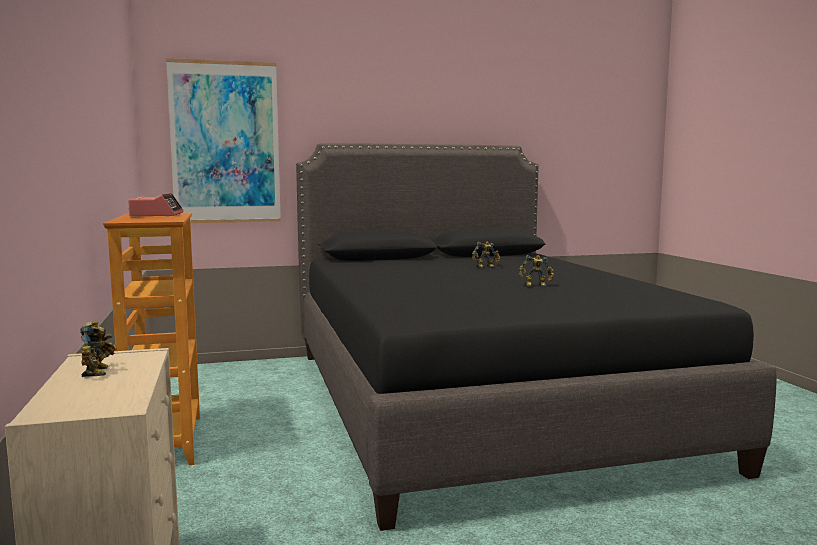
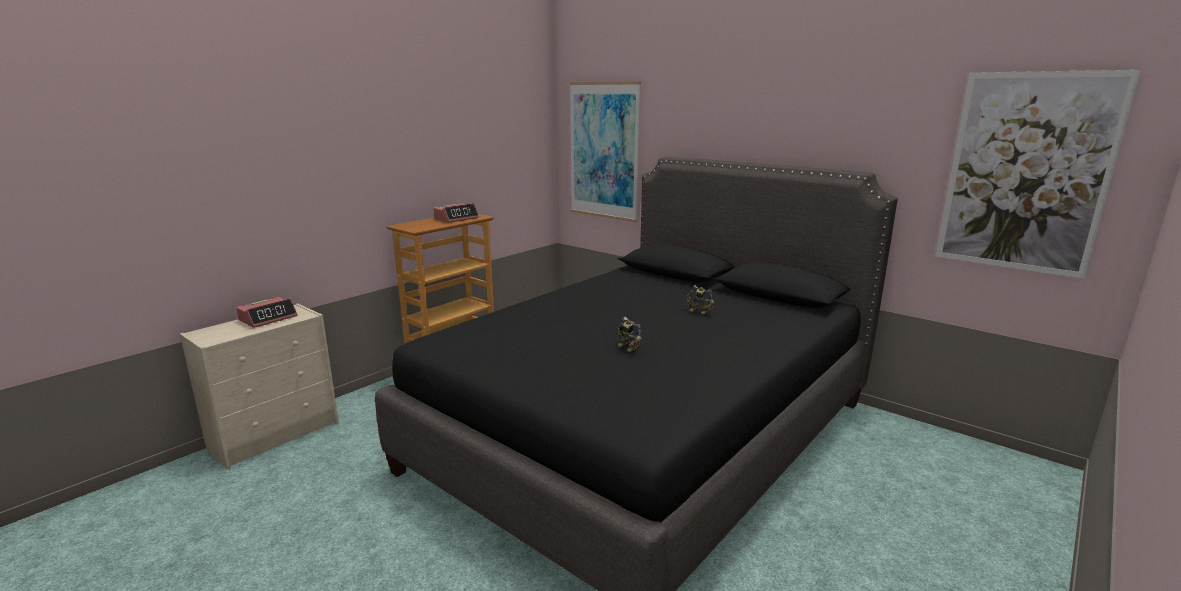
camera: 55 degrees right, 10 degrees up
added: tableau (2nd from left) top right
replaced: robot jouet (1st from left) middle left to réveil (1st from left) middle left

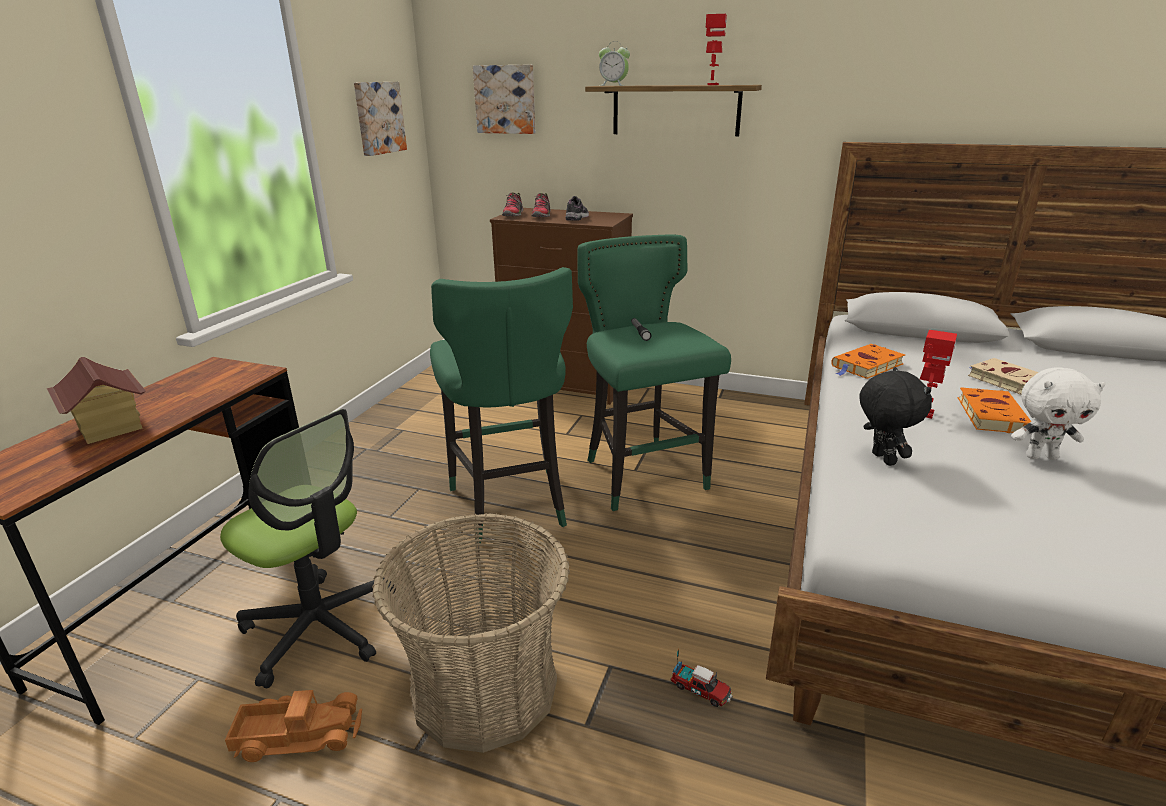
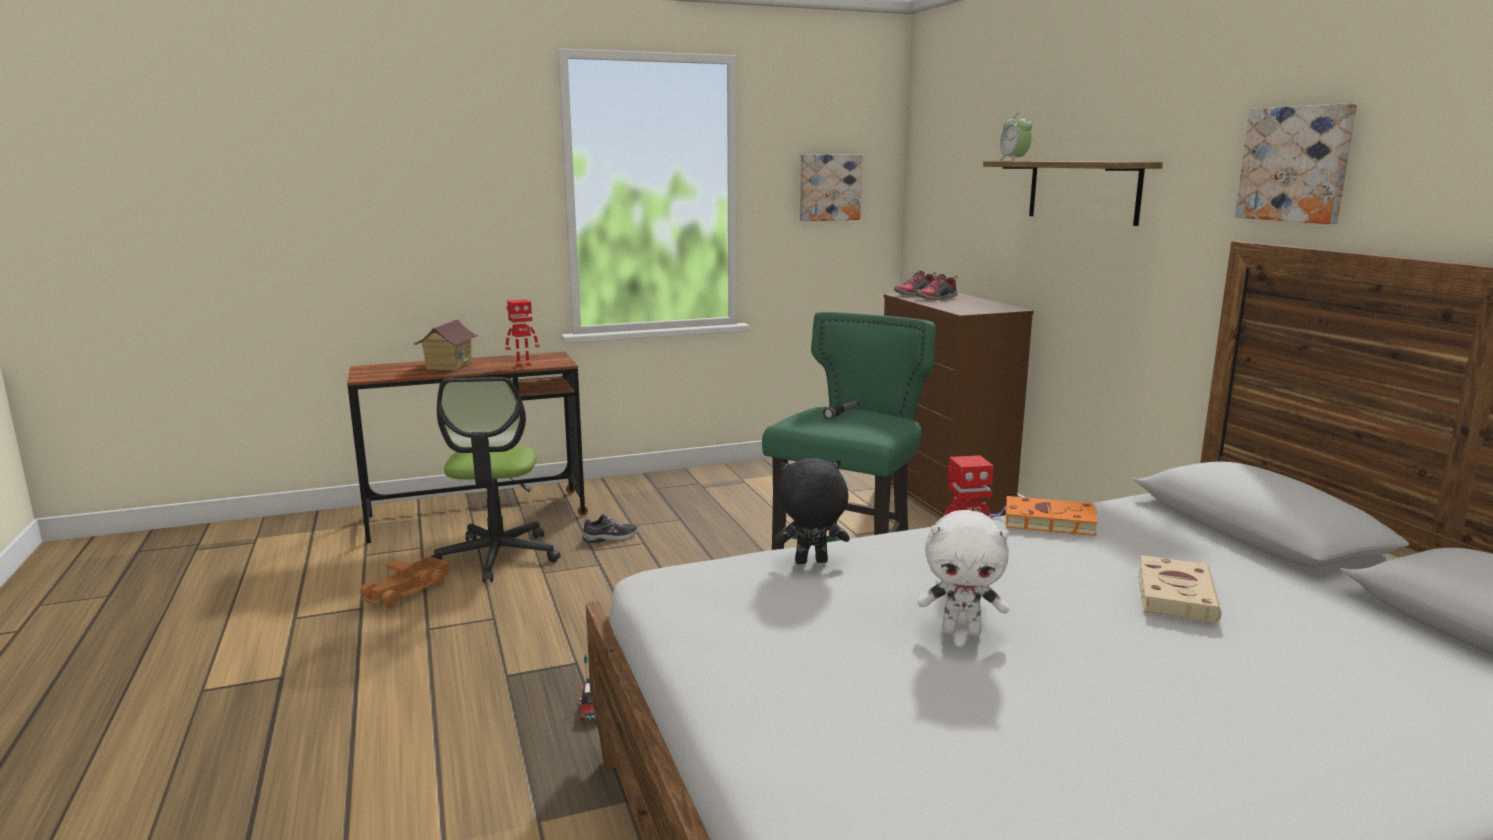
camera: 50 degrees right, 10 degrees down
removed: panier bottom centre; tabouret [vert] (1st from left) centre; livre [orange] (2nd from left) middle right
moved: robot jouet (1st from left) top centre to centre; chaussure (3rd from left in the first image) top centre to chaussure (1st from left) centre; tableau (2nd from left) top centre to top right
turned: camion jouet (1st from left) bottom left = bottom left 75 degrees clockwise; peluche [noir] middle right = centre 135 degrees counterclockwise; peluche [blanc] middle right = bottom centre 45 degrees counterclockwise

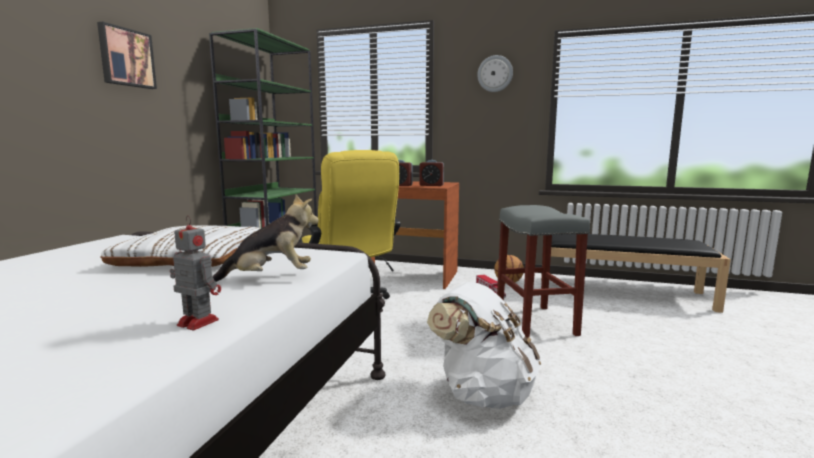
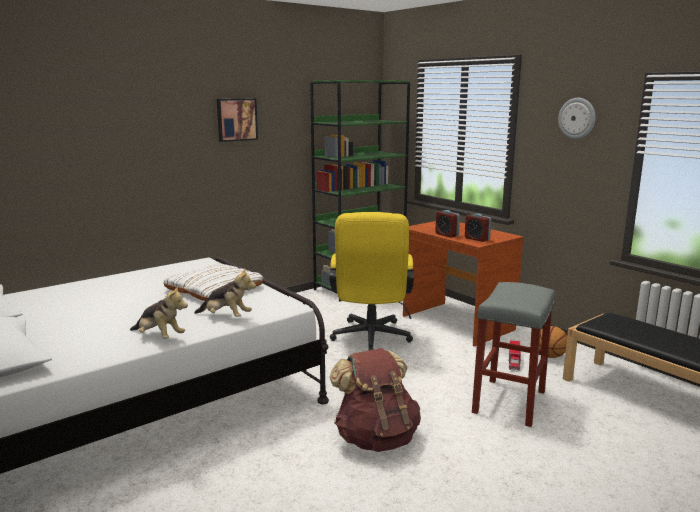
camera: 35 degrees right, 5 degrees up
replaced: robot jouet middle left to peluche (1st from left) middle left
recoloured: sac à dos [blanc] bottom centre to sac à dos [marron] bottom centre

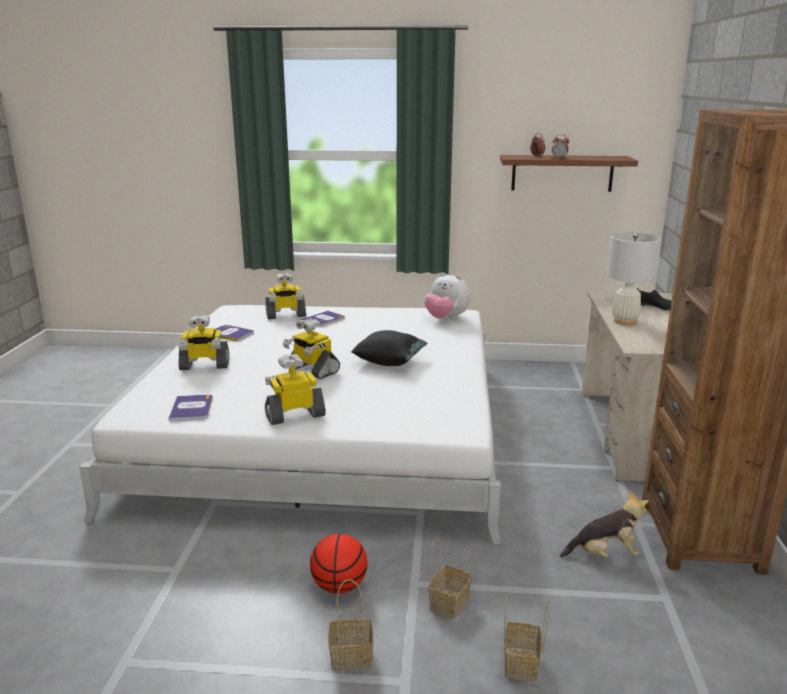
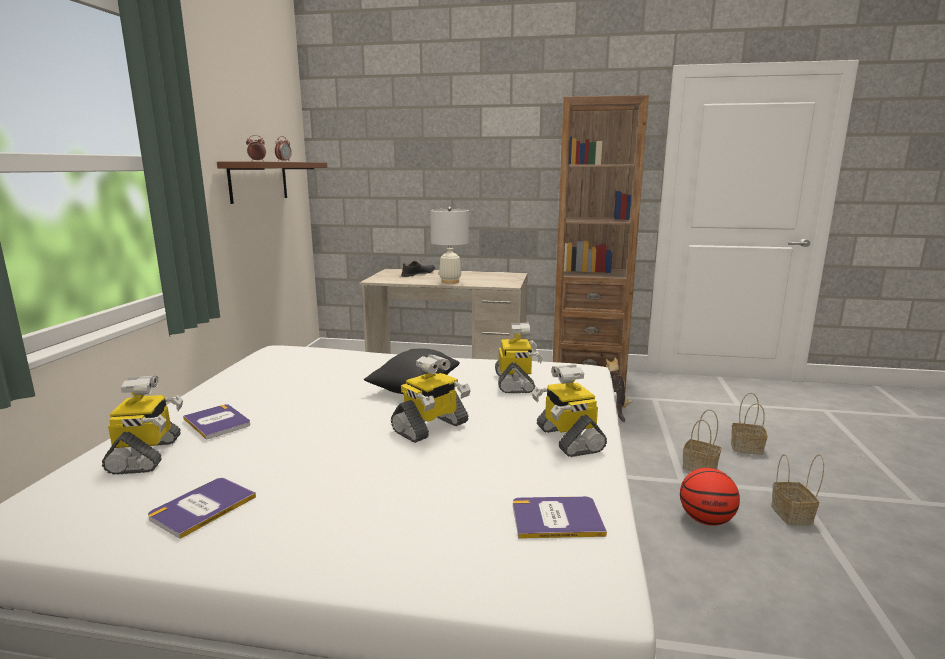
camera: 85 degrees left, 5 degrees down
removed: peluche (1st from left) centre
moved: robot jouet (1st from left in the first image) middle left to robot jouet (3rd from left) centre

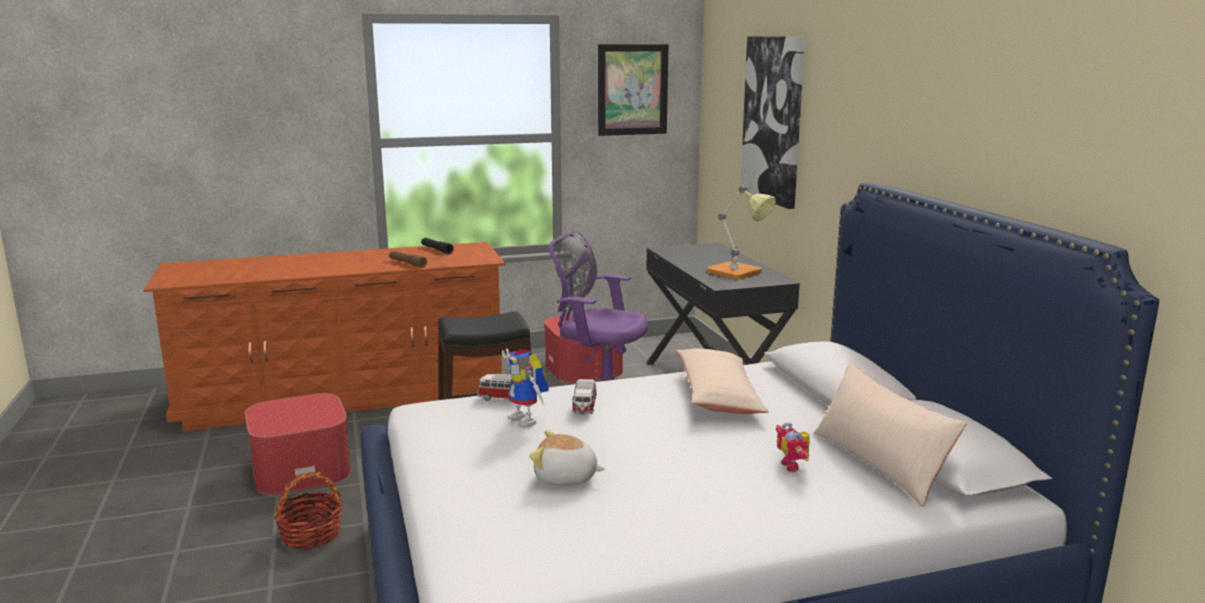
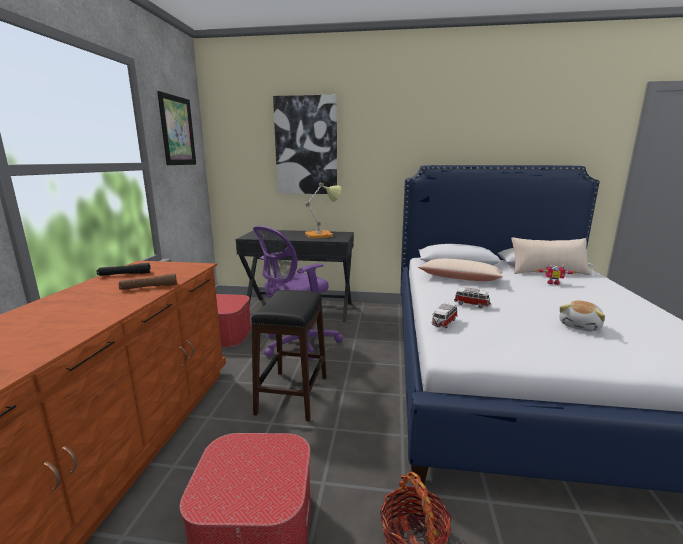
camera: 65 degrees left, 0 degrees up
removed: robot jouet (1st from left) centre

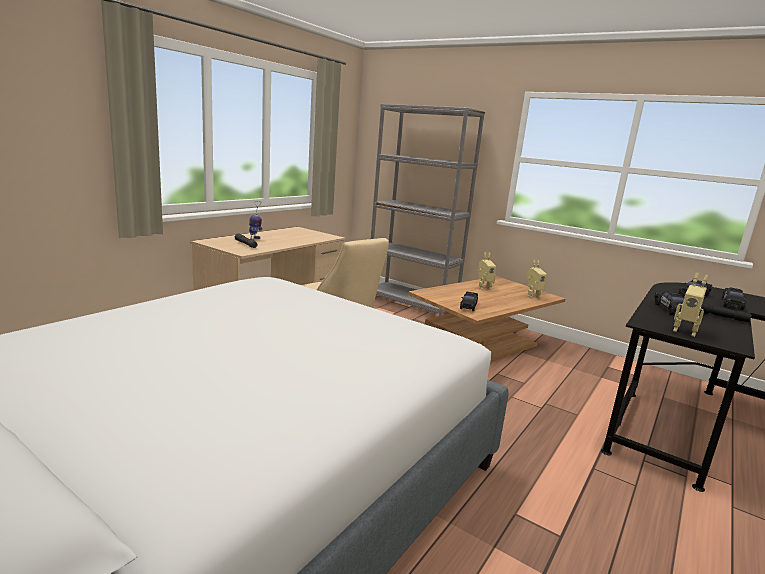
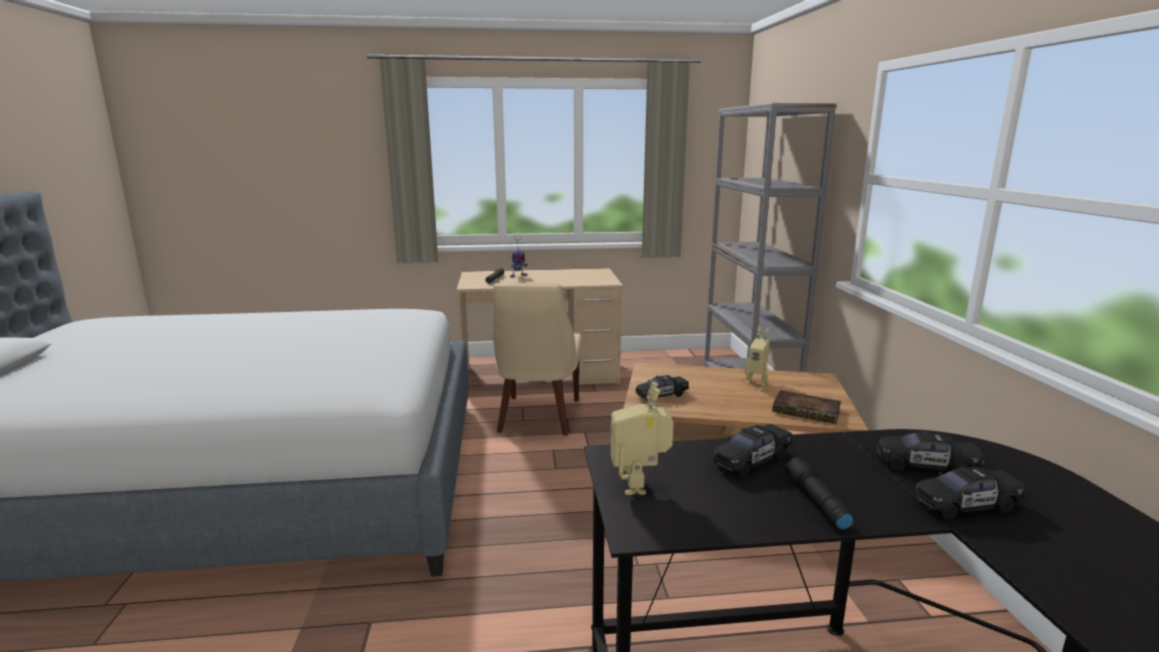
camera: 50 degrees right, 0 degrees up
replaced: robot jouet (3rd from left) middle right to livre middle right

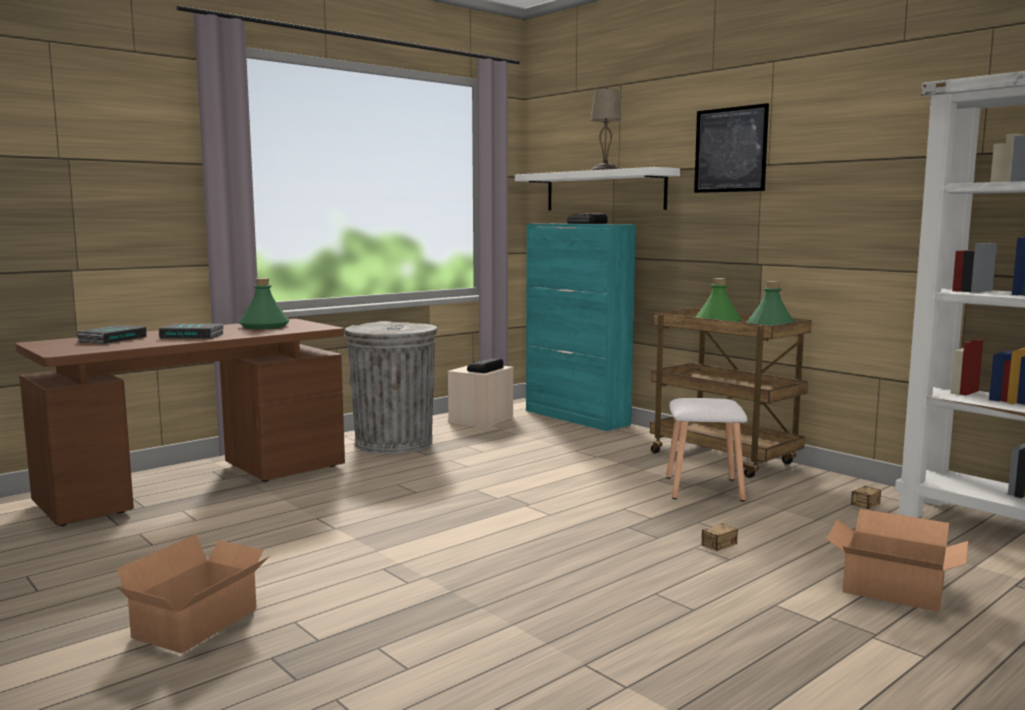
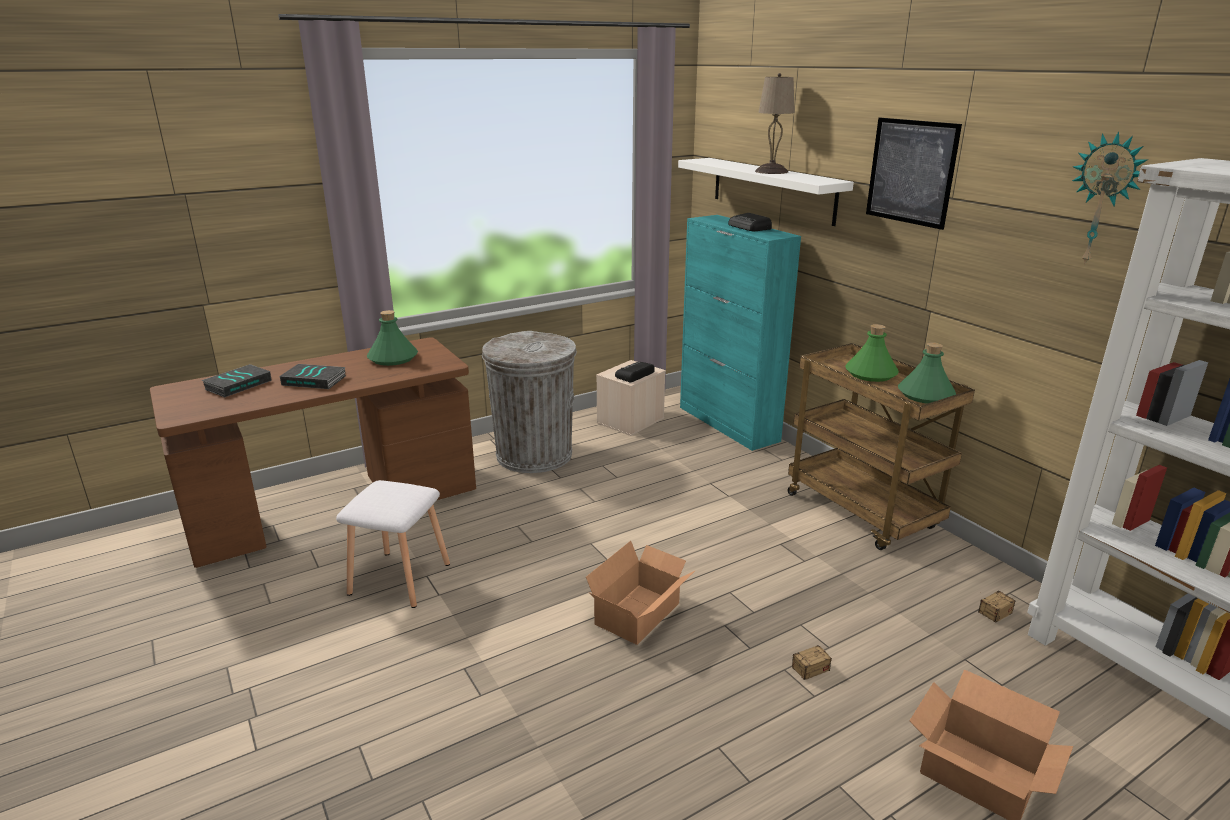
camera: 10 degrees right, 15 degrees up
added: horloge murale top right
moved: tabouret [blanc] middle right to middle left; carton (1st from left) bottom left to bottom centre

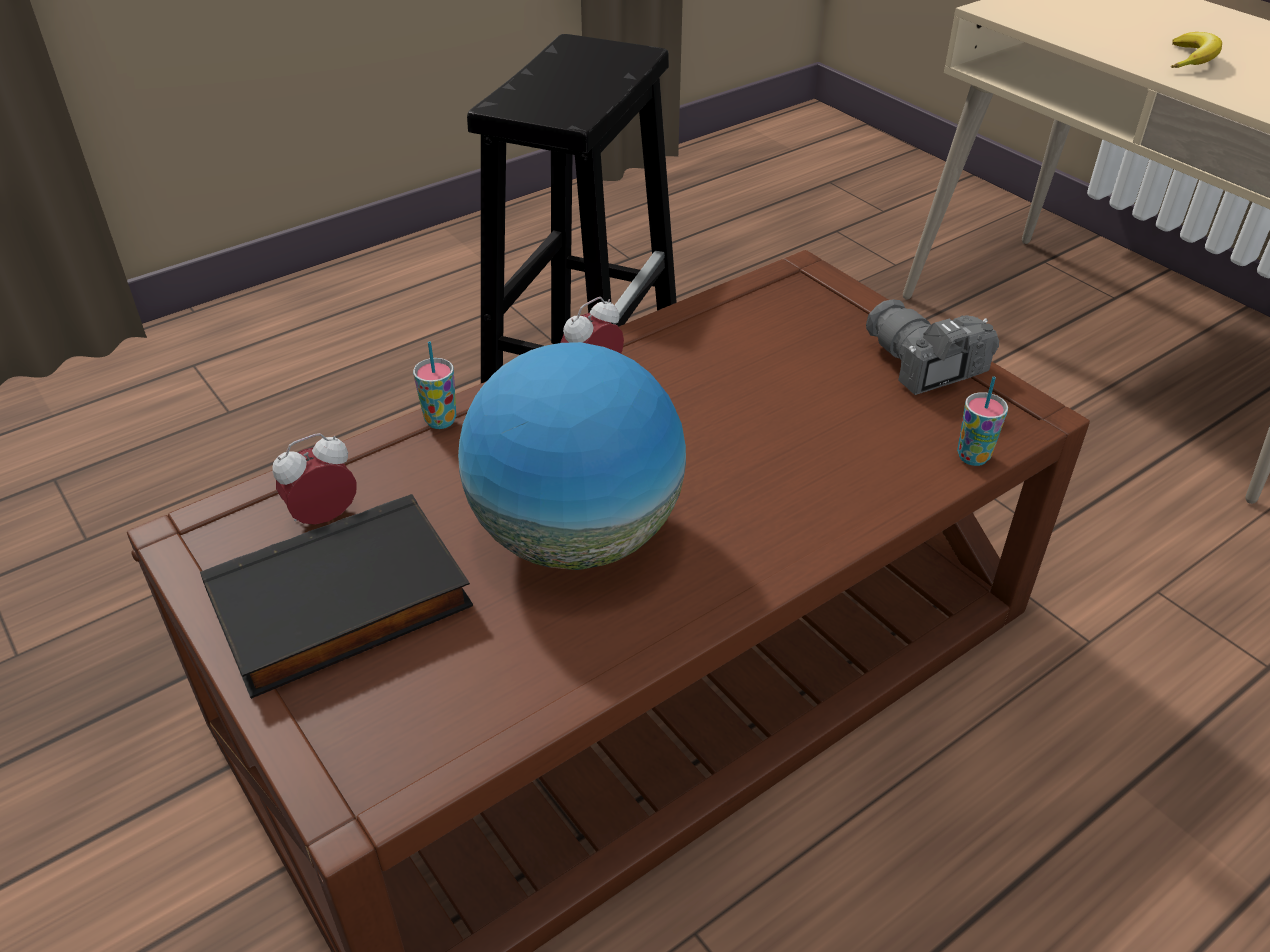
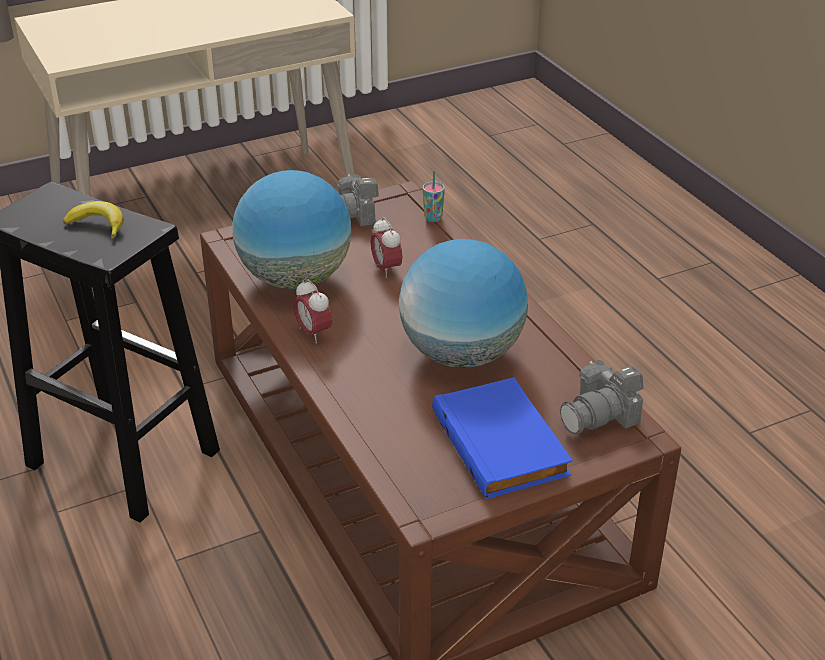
camera: 80 degrees left, 5 degrees down
removed: tasse (1st from left) centre
added: globe (1st from left) centre; appareil photo (2nd from left) middle right
moved: banane top right to middle left; réveil (1st from left in the first image) middle left to réveil (2nd from left) centre
recoloured: livre [noir] middle left to livre [bleu] centre

